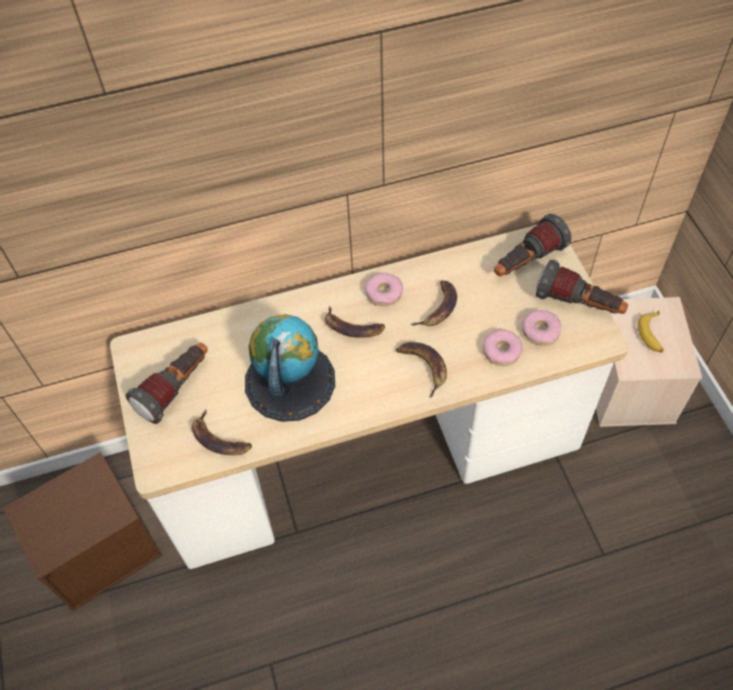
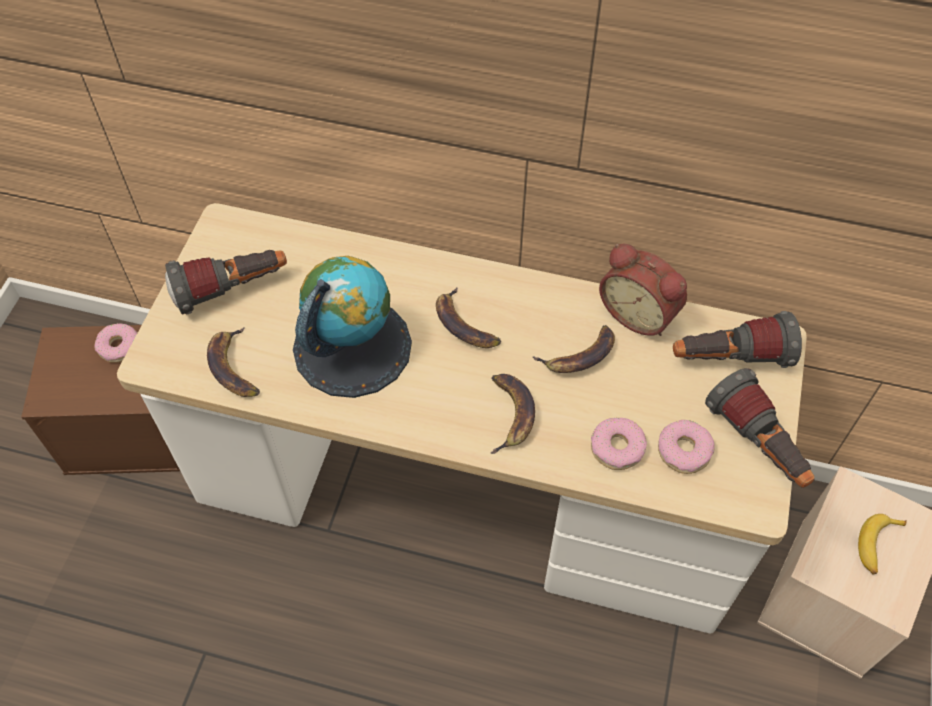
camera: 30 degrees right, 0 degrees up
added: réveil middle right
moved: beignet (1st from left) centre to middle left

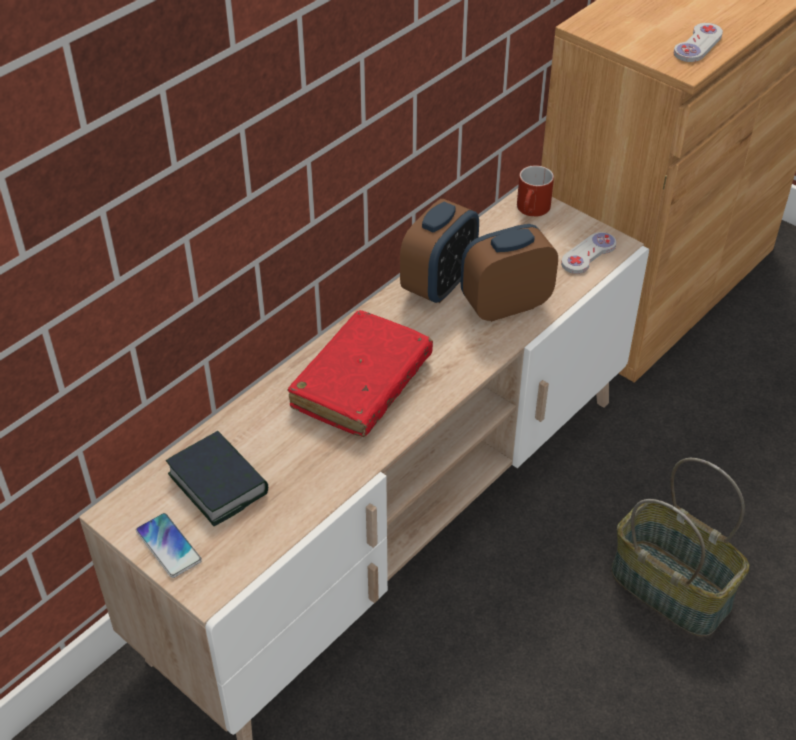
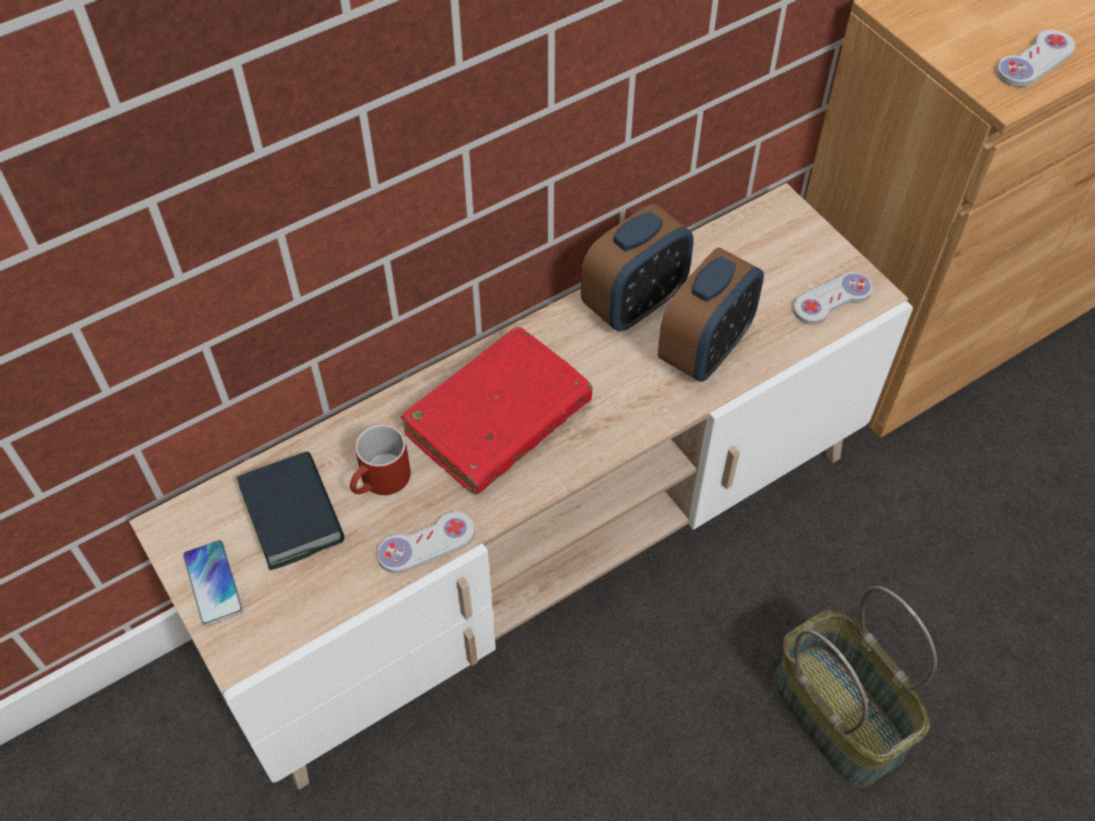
camera: 15 degrees right, 10 degrees up
added: manette [blanc] (1st from left) centre
moved: mug [rouge] top right to centre
turned: réveil (2nd from left) centre = centre 135 degrees clockwise

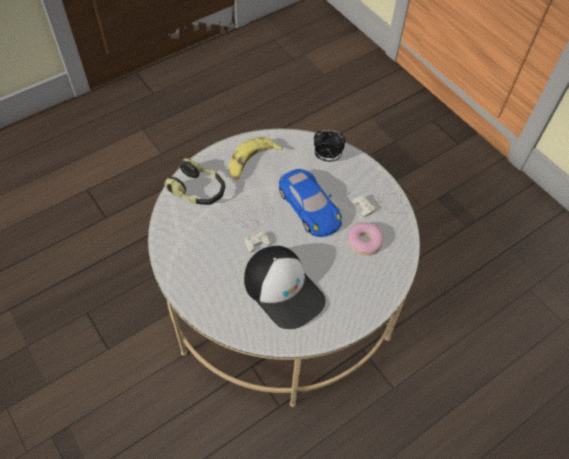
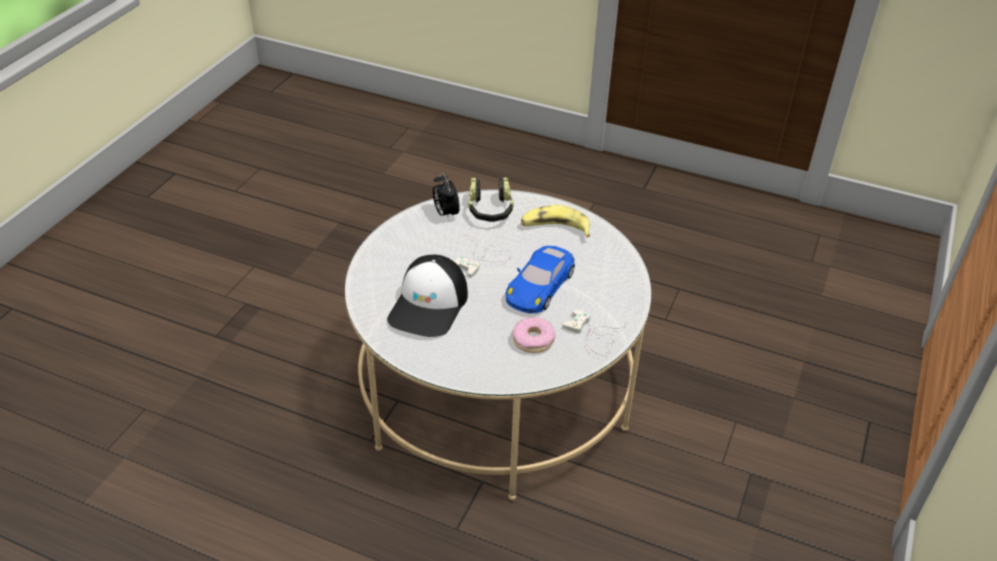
camera: 60 degrees right, 15 degrees down
moved: réveil top centre to centre

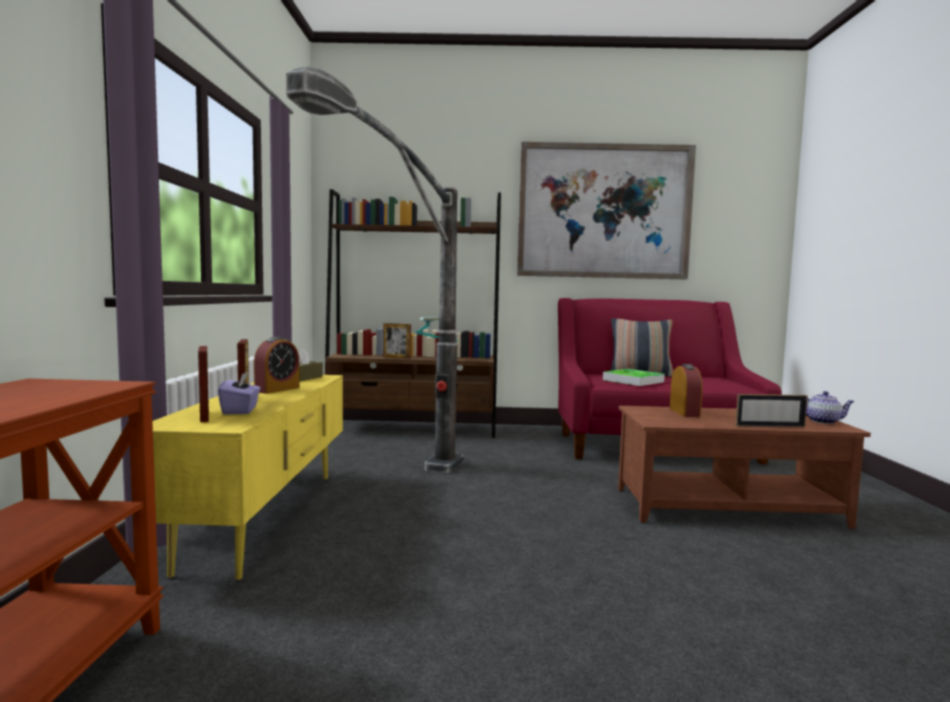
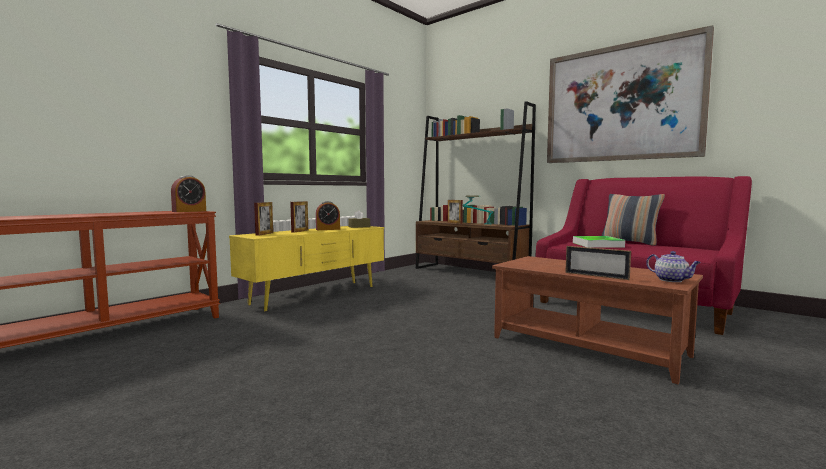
camera: 40 degrees right, 0 degrees up
removed: boîte à mouchoirs [violet] middle left; lampadaire centre
moved: réveil (2nd from left in the first image) middle right to réveil (1st from left) middle left

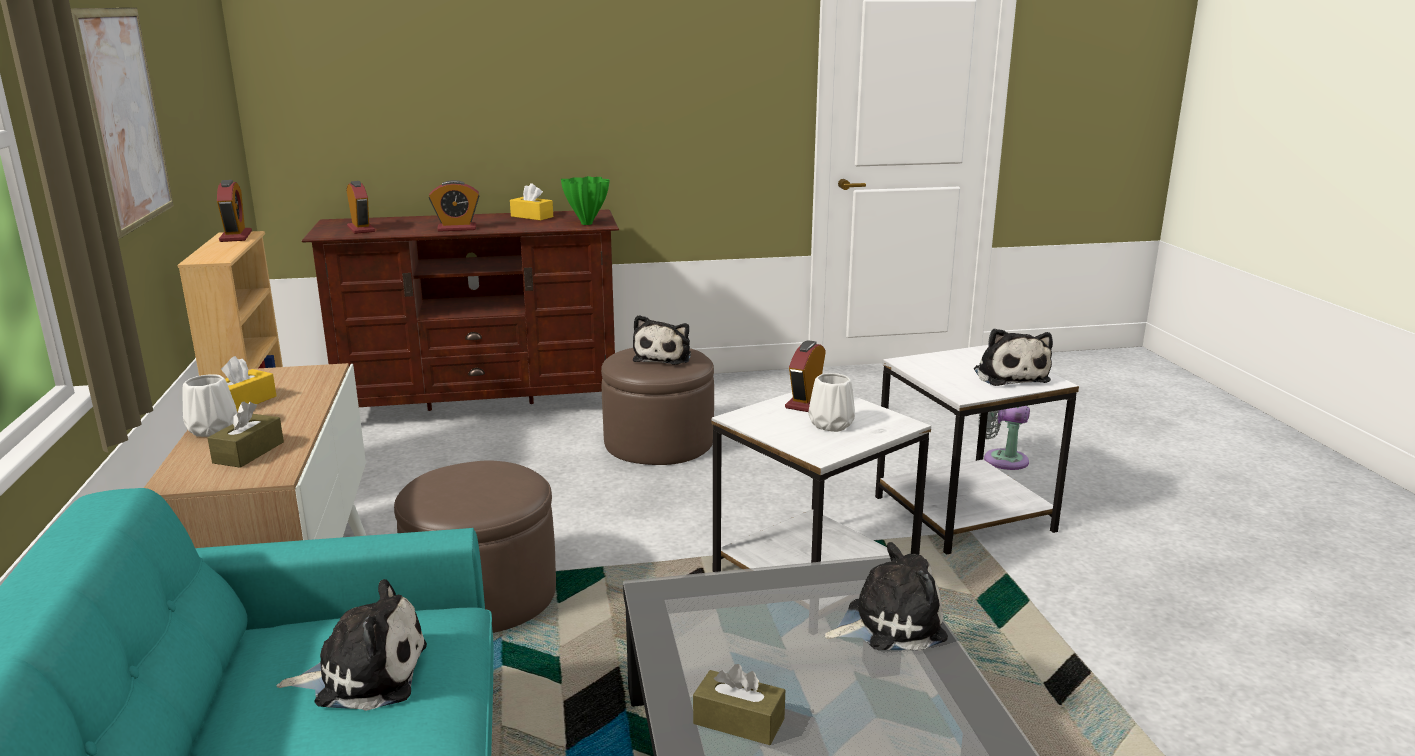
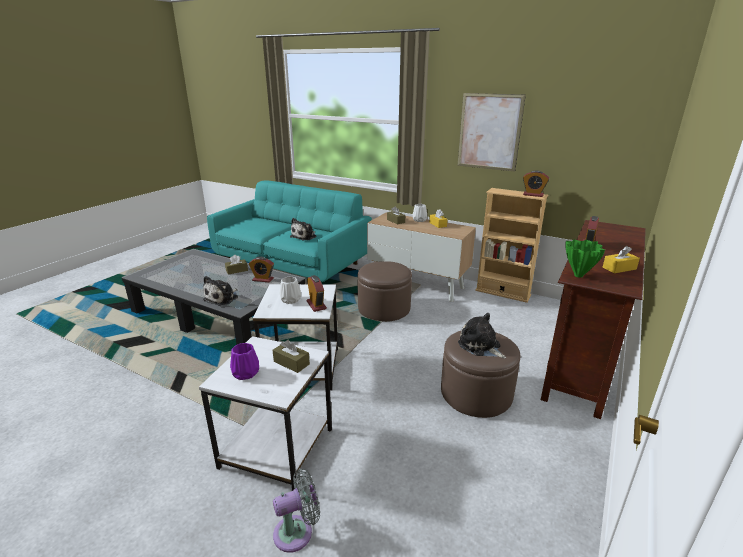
camera: 130 degrees right, 5 degrees up
added: boîte à mouchoirs [marron] (2nd from left) centre
moved: réveil (2nd from left in the first image) top left to réveil (1st from left) centre
replaced: peluche (4th from left) middle right to vase [violet] middle left

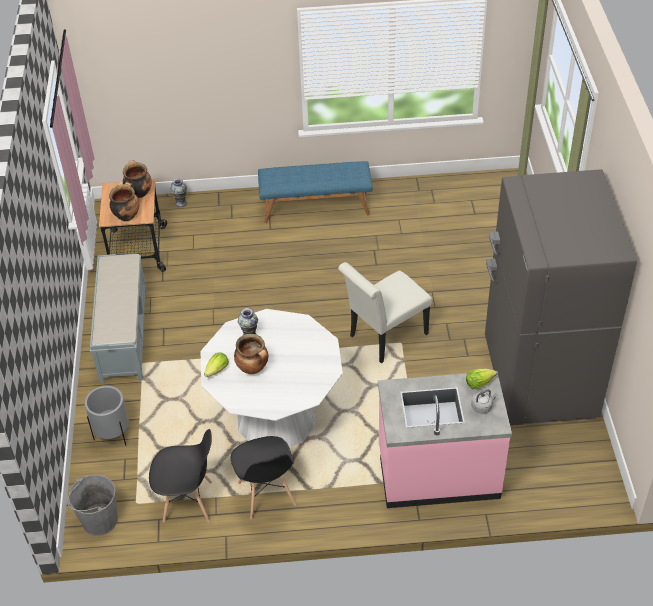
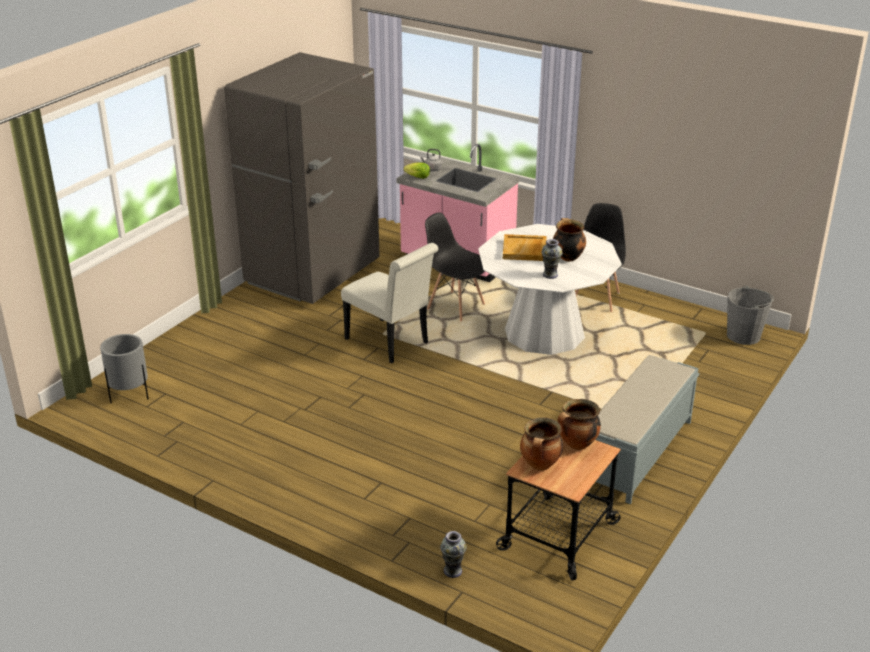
camera: 145 degrees left, 15 degrees down
removed: laitue (1st from left) middle left; banc [bleu] top centre
added: plateau [beige] centre
moved: cache-pot [gris] bottom left to middle left; chaise [noir] (1st from left) bottom left to centre
turned: chaise [blanc] centre = centre 45 degrees clockwise

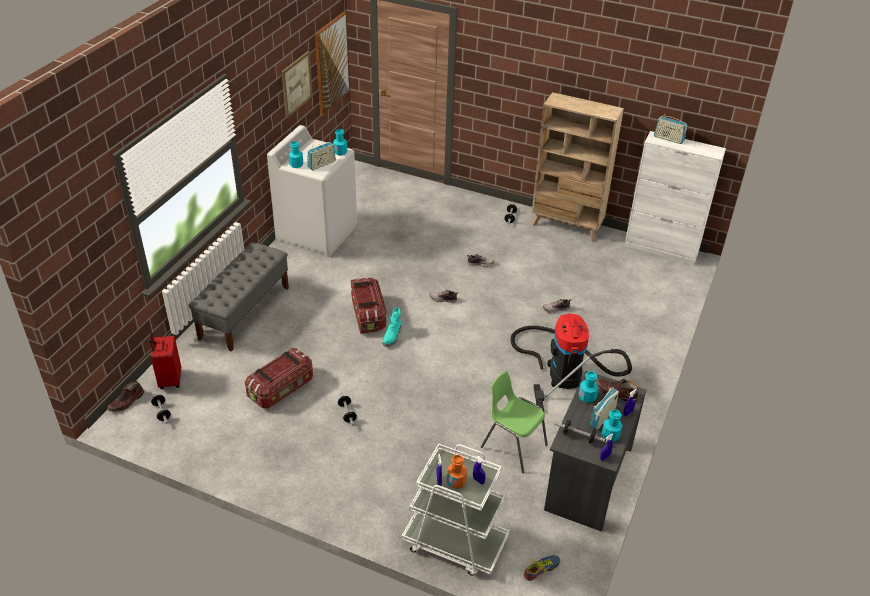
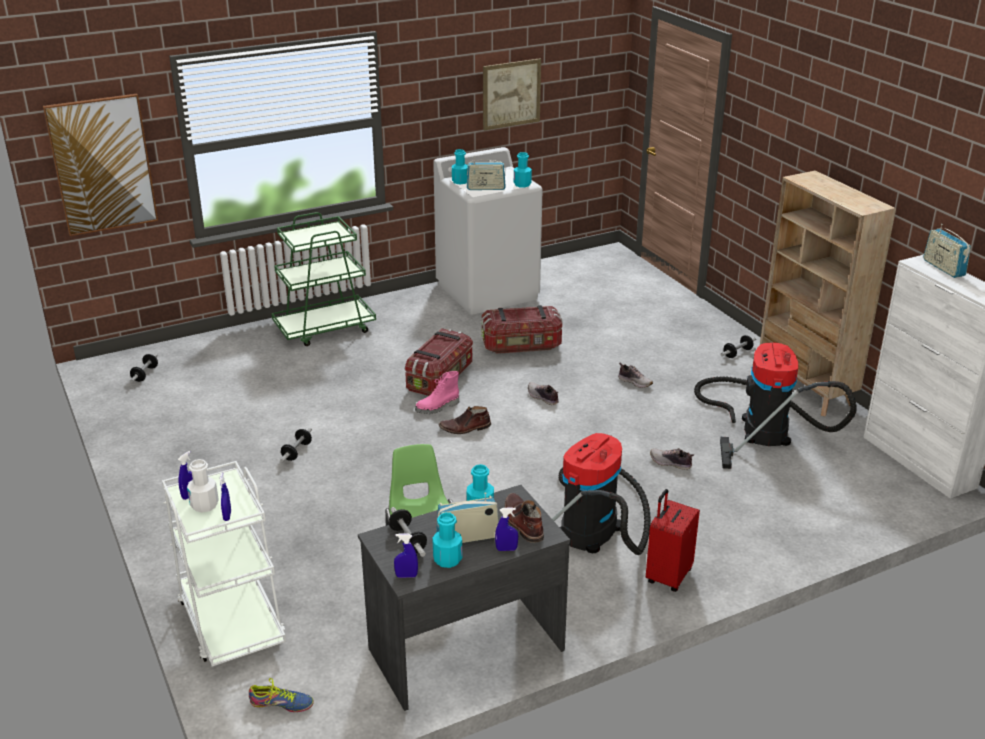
camera: 40 degrees right, 10 degrees down
added: aspirateur (2nd from left) middle right
moved: tableau (2nd from left in the first image) top centre to tableau (1st from left) top left; botte [marron] (1st from left) middle left to centre; boîte de rangement (1st from left in the first image) middle left to boîte de rangement (2nd from left) centre; valise [rouge] middle left to bottom right
replaced: banc [gris] middle left to chariot [vert] middle left
recoloured: bouteille [orange] bottom centre to bouteille [blanc] middle left; botte [turquoise] centre to botte [rose] centre

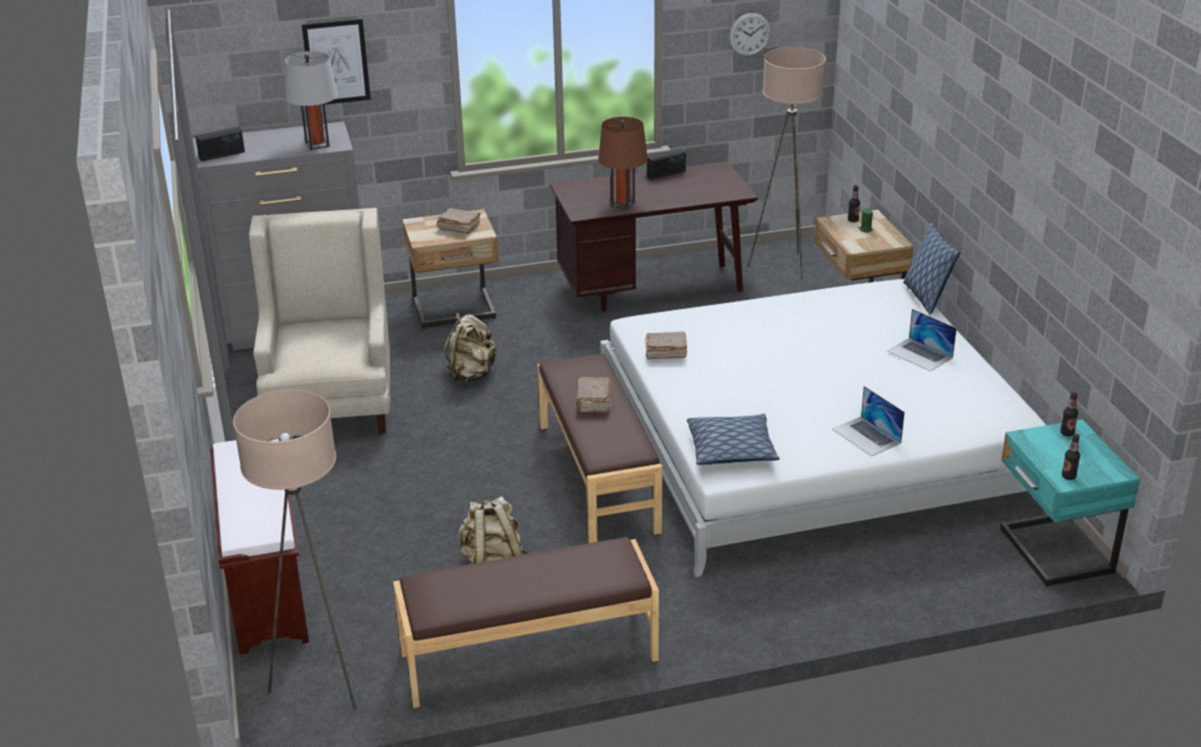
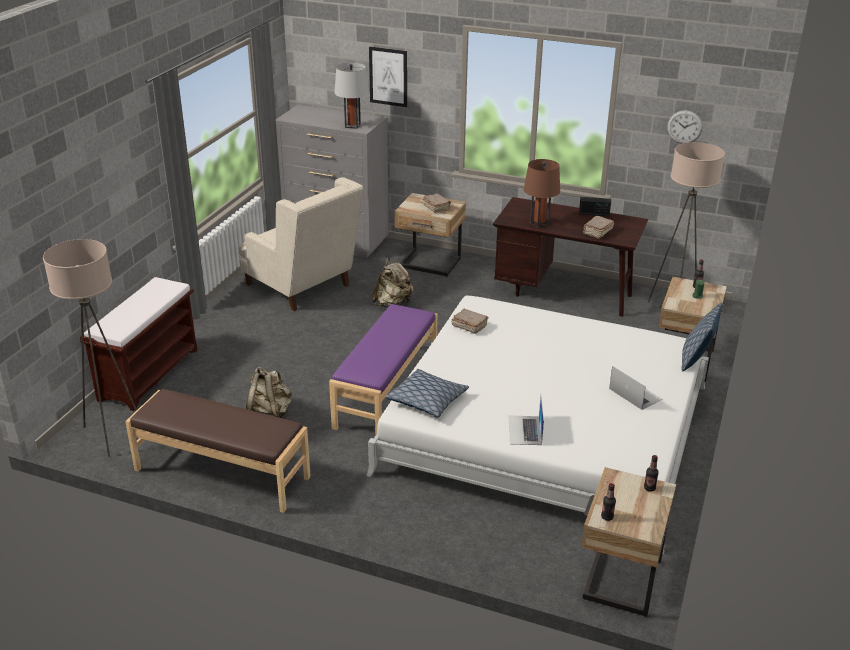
camera: 35 degrees right, 0 degrees up
removed: radio (1st from left) top left
moved: livre [marron] (2nd from left in the first image) centre to livre [marron] (3rd from left) middle right
recoloured: banc [marron] (3rd from left) centre to banc [violet] centre; table de chevet [turquoise] bottom right to table de chevet [beige] (2nd from left) bottom right
turned: fauteuil [beige] middle left = centre 105 degrees clockwise; ordinateur portable (2nd from left) middle right = middle right 150 degrees clockwise

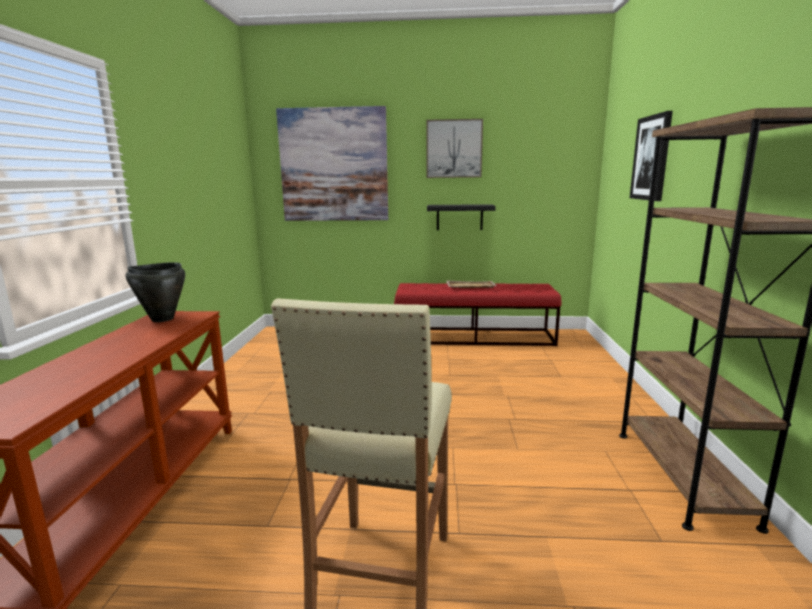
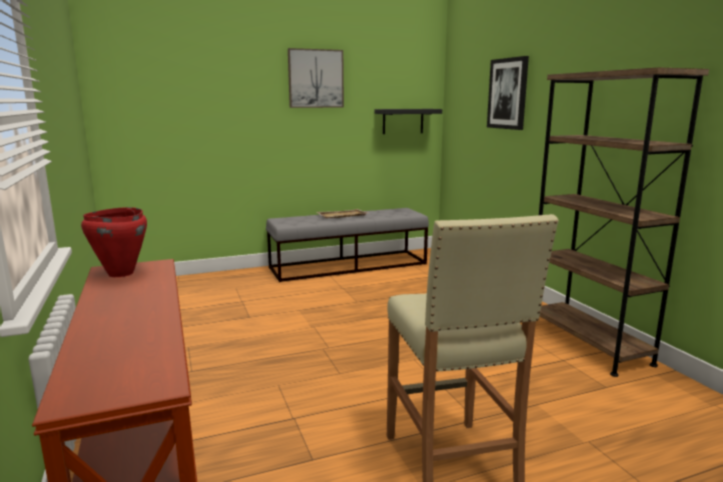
camera: 25 degrees left, 0 degrees up
removed: tableau (1st from left) top centre
moved: étagère [noir] centre to top centre
recoloured: marmite [noir] middle left to marmite [rouge] middle left; banc [rouge] centre to banc [gris] centre

